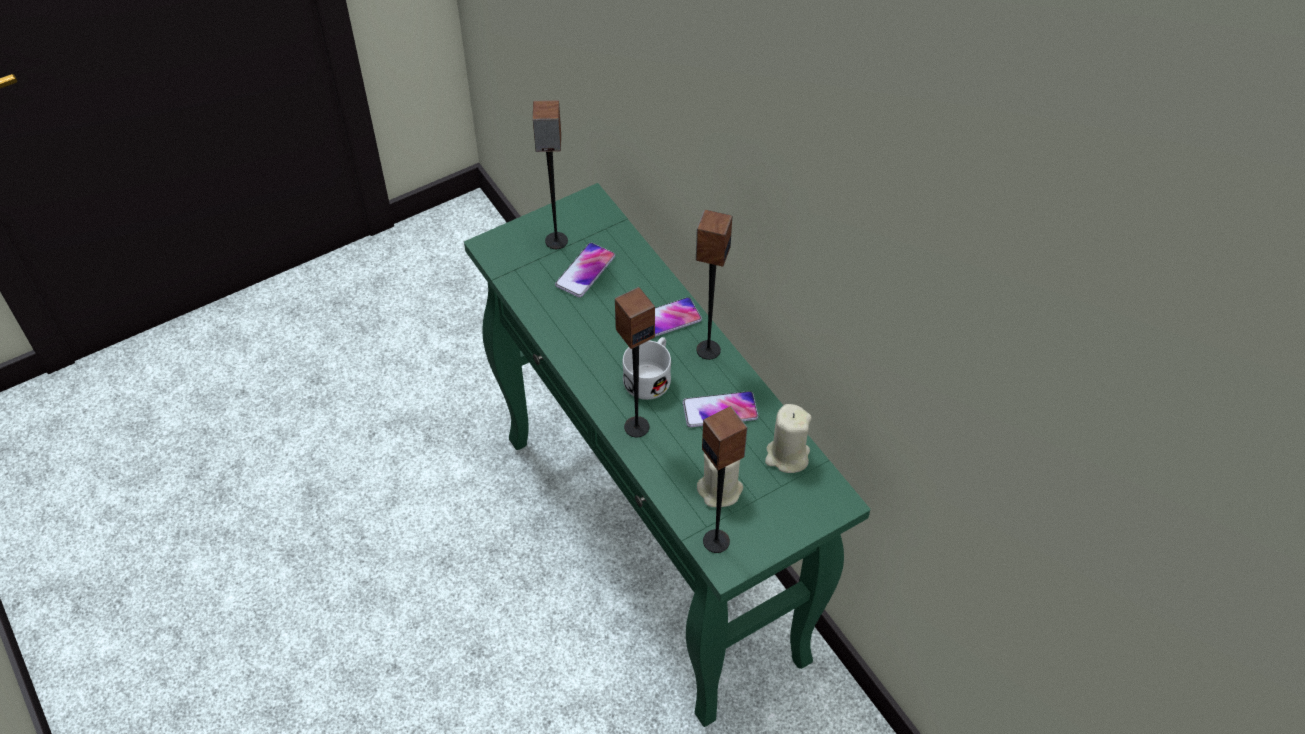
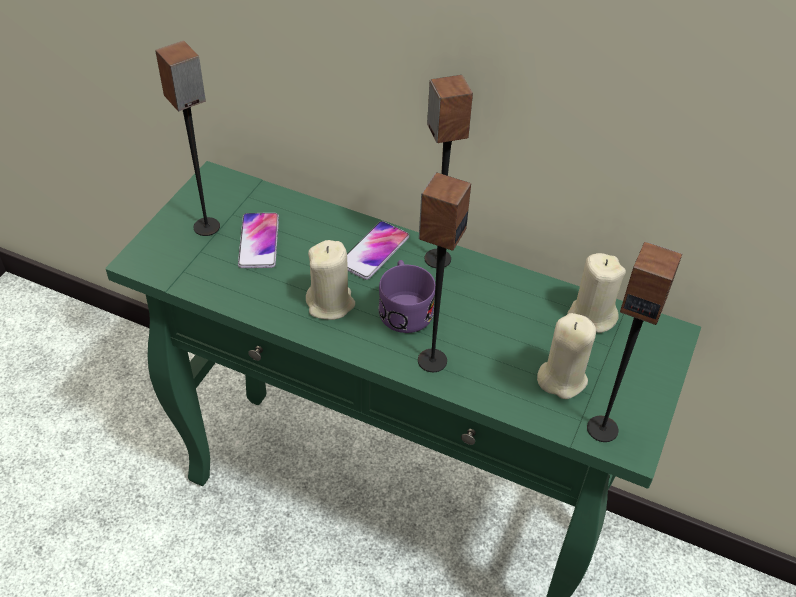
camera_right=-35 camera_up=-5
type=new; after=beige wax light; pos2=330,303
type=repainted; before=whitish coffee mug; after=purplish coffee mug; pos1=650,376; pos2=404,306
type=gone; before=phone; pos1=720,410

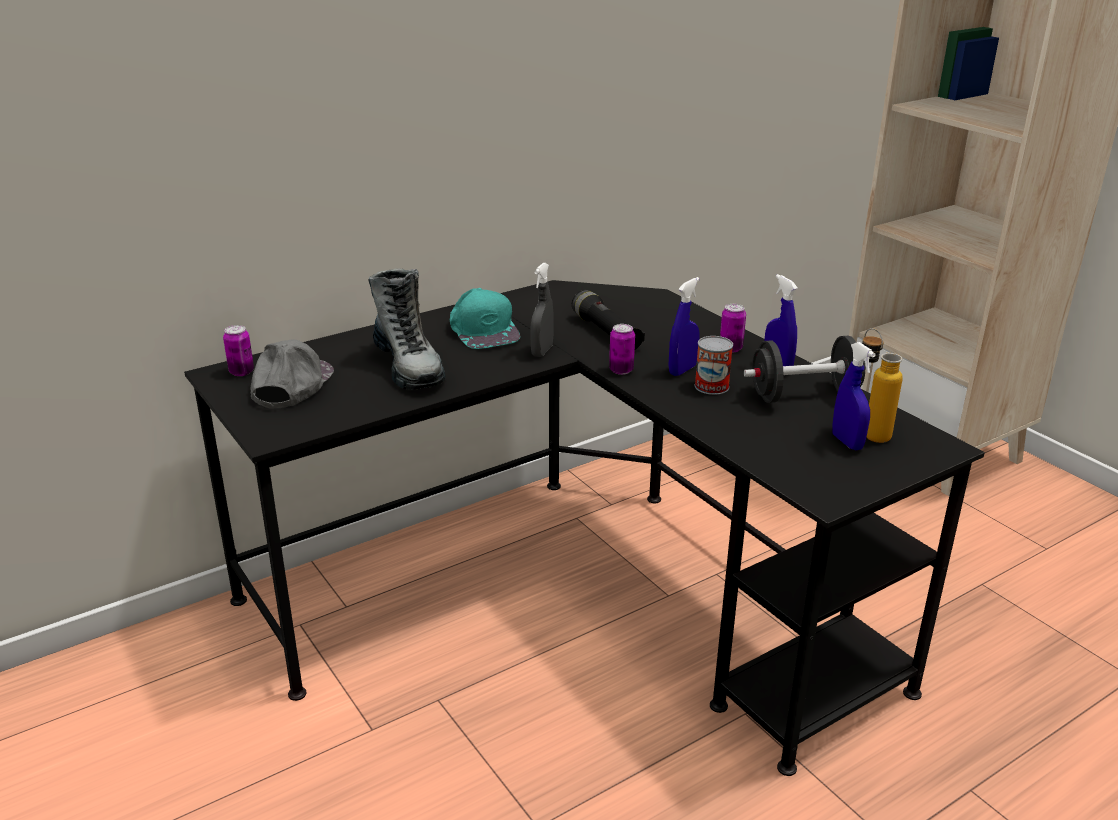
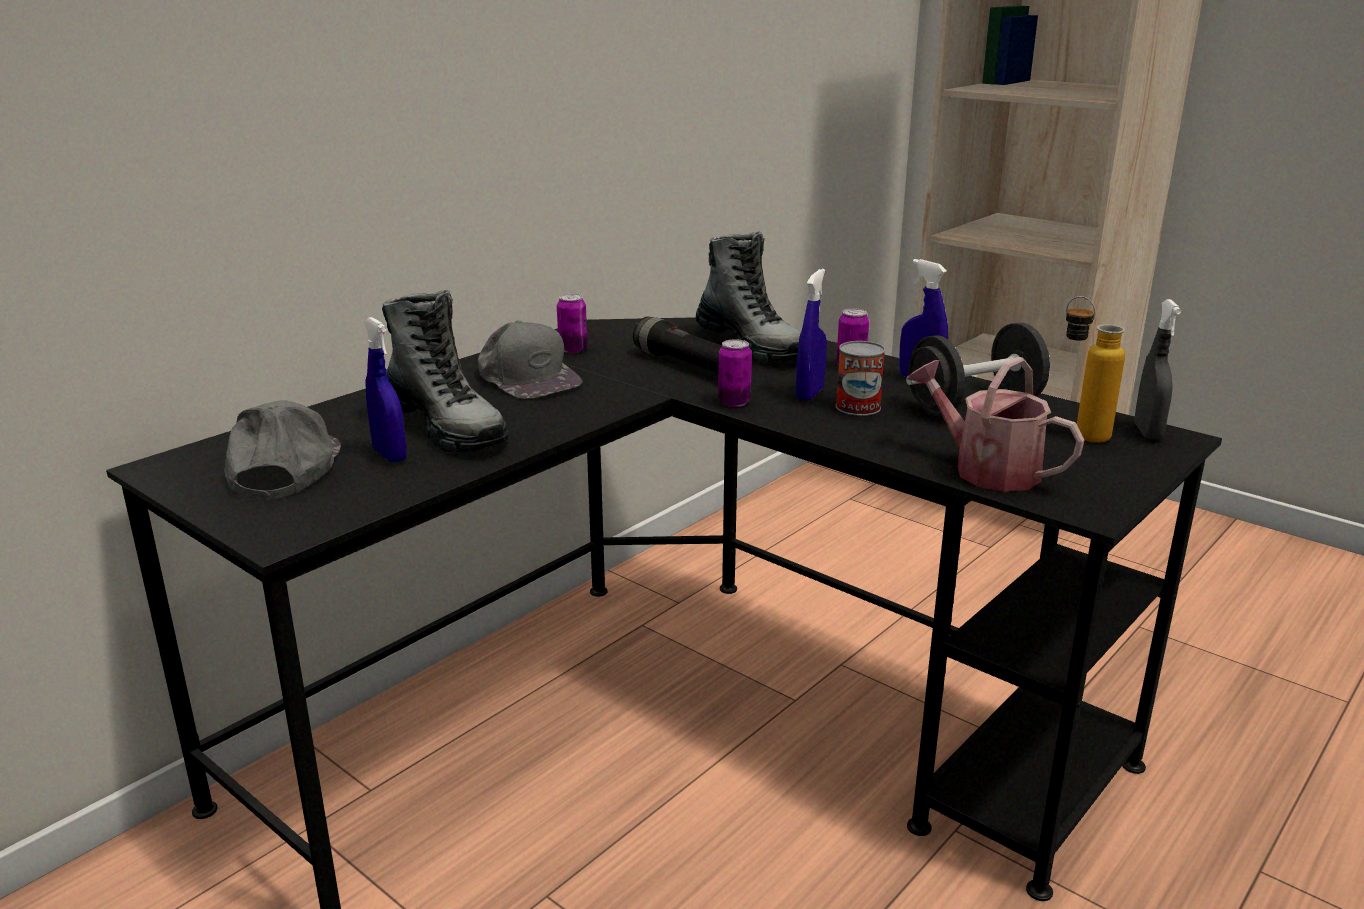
camera_right=-15 camera_up=-5
type=shifted; before=blue hand sprayer; pos1=847,442; pos2=390,455
type=repainted; before=blue-green baseball cap; after=greyish baseball cap; pos1=484,330; pos2=527,378
type=shifted; before=sealed can; pos1=241,372; pos2=573,349
type=new; after=boot; pos2=751,345
type=new; after=watering can; pos2=986,469
type=shifted; before=greyish hand sprayer; pos1=542,351; pos2=1147,432

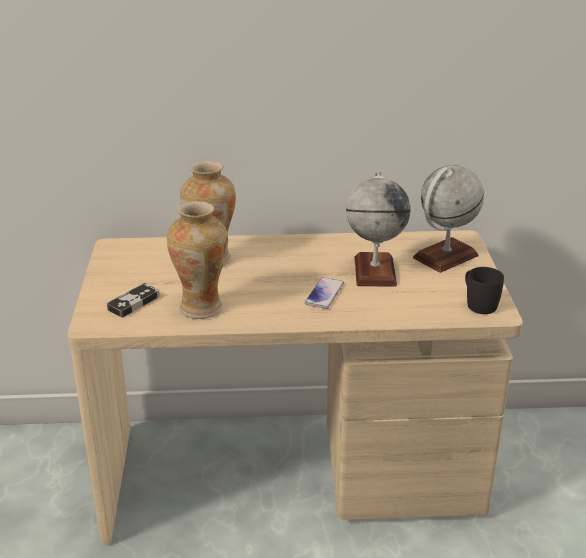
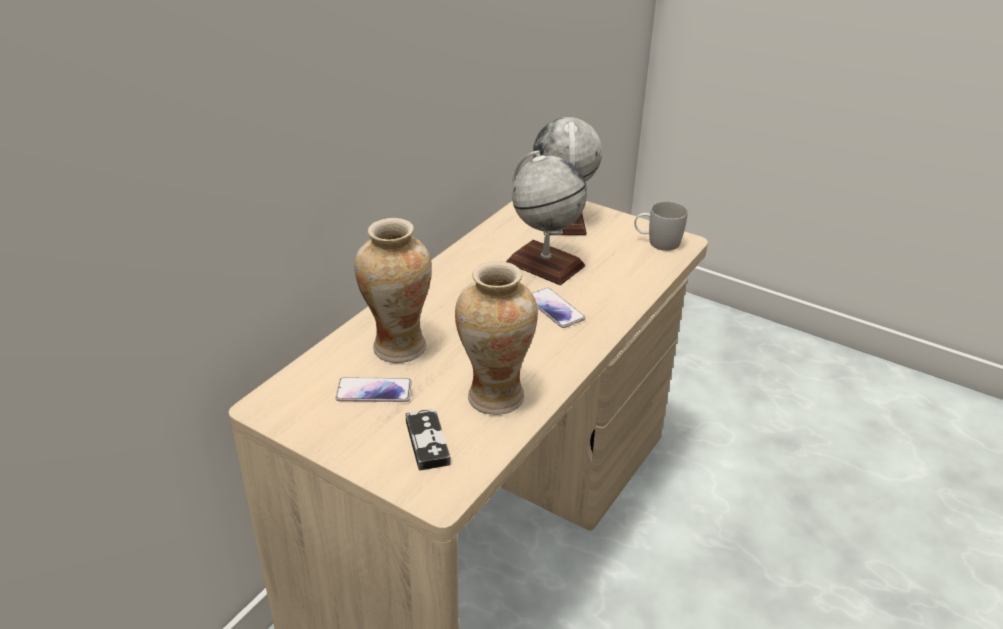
camera_right=-55 camera_up=5
type=new; after=phone; pos2=374,391
type=repainted; before=blackish coffee mug; after=whitish coffee mug; pos1=478,303; pos2=657,242

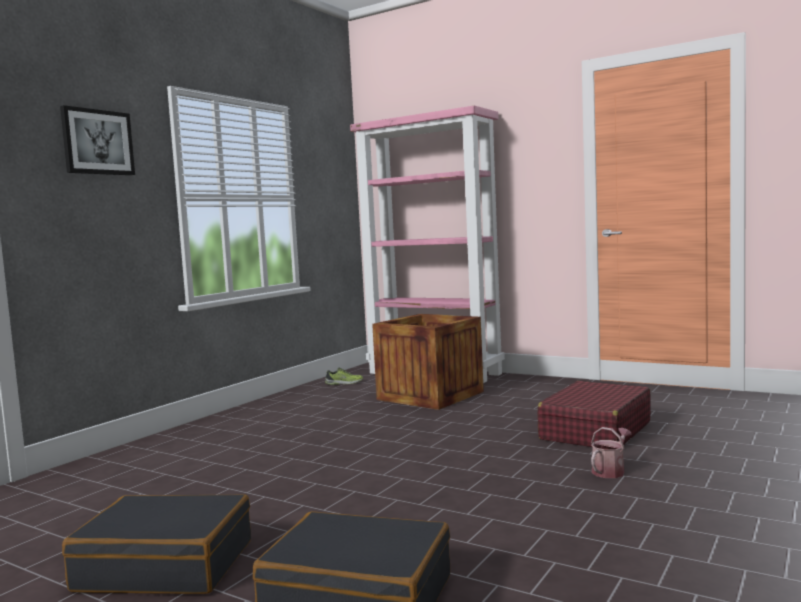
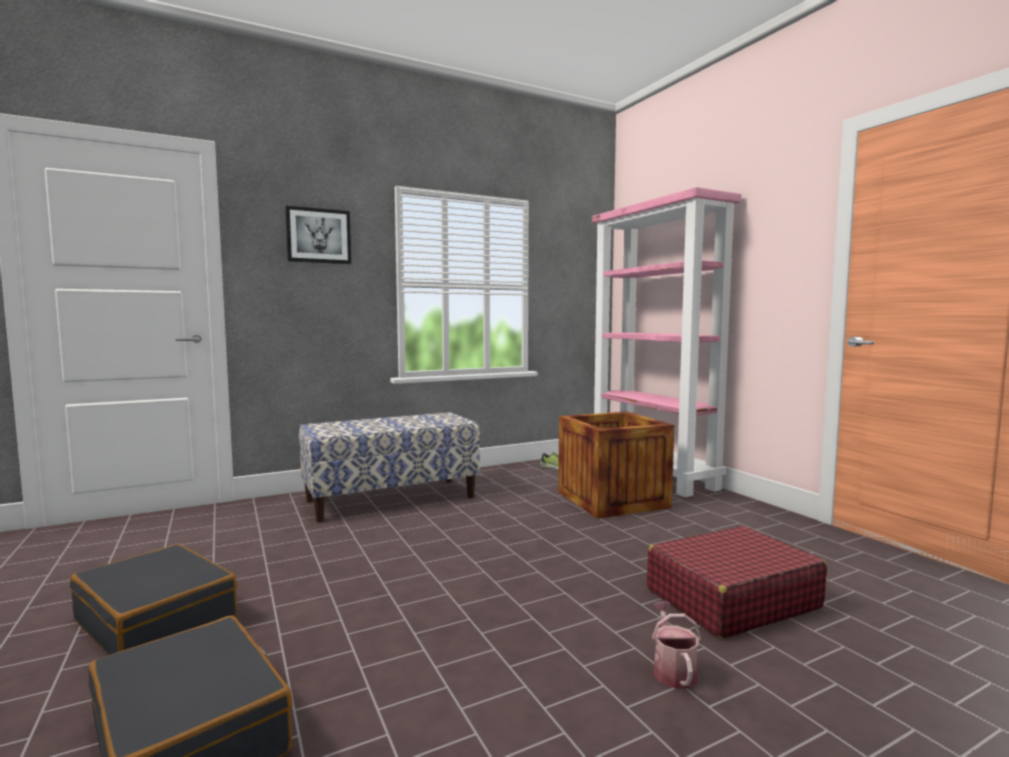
camera_right=30 camera_up=0
type=new; after=indoor bench; pos2=391,498
type=rotated; before=watering can; pos1=610,471; pos2=672,669; turn=-75

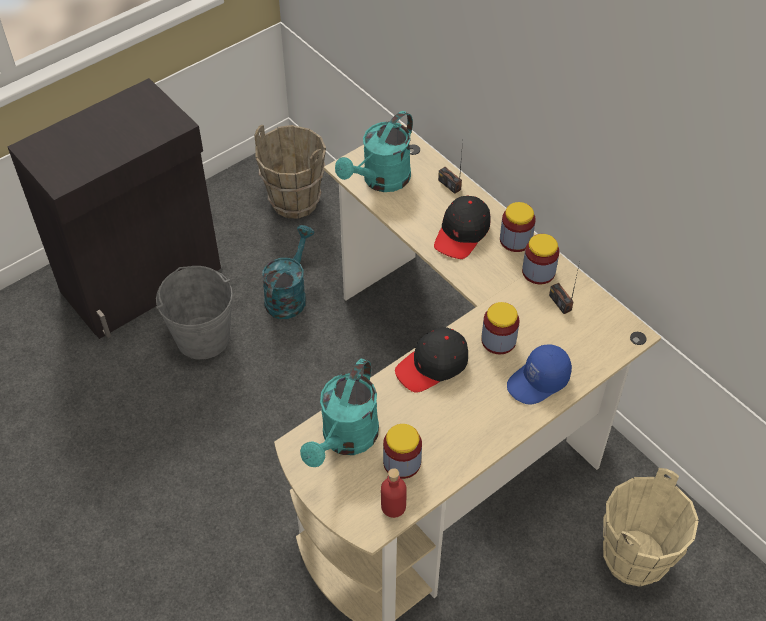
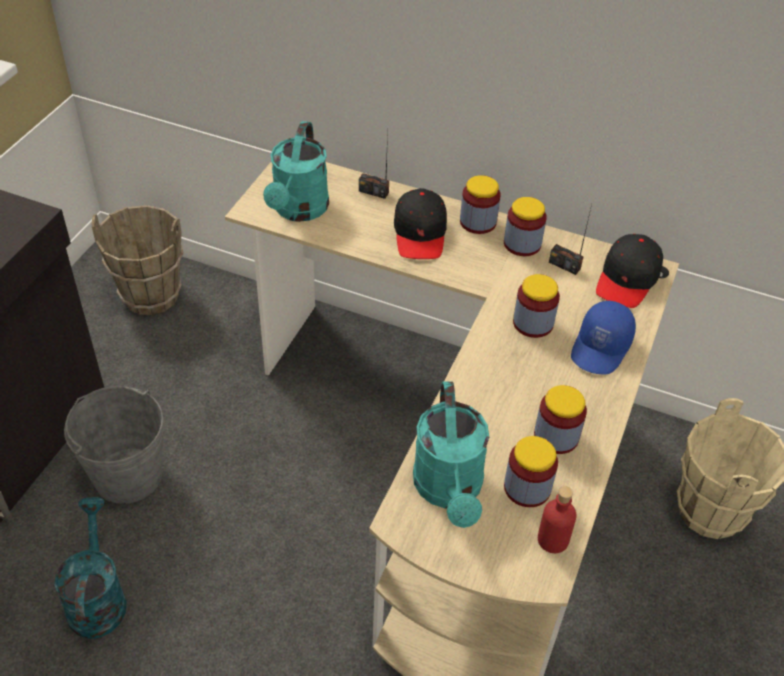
camera_right=-30 camera_up=-5
type=shifted; before=blue-green watering can; pos1=288,295; pos2=97,597
type=new; after=storage jar; pos2=556,436
type=shifted; before=blackish baseball cap; pos1=432,365; pos2=627,279

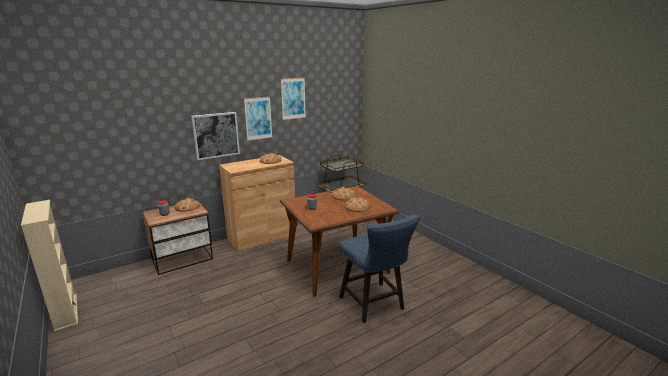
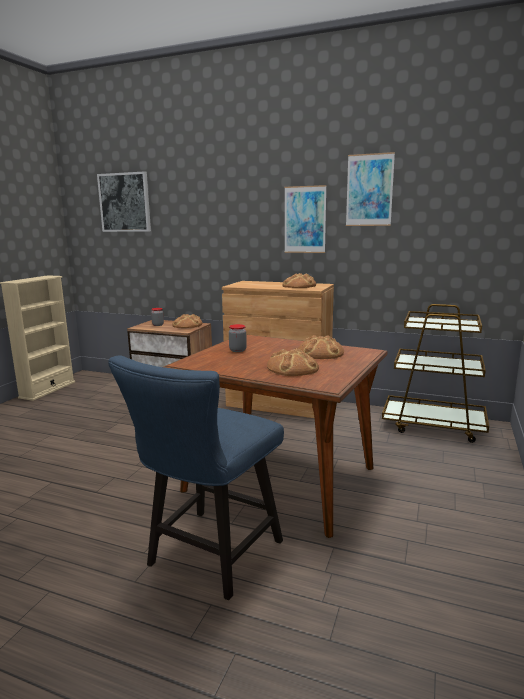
camera_right=55 camera_up=-5
type=shifted; before=wall picture; pos1=216,135; pos2=125,202

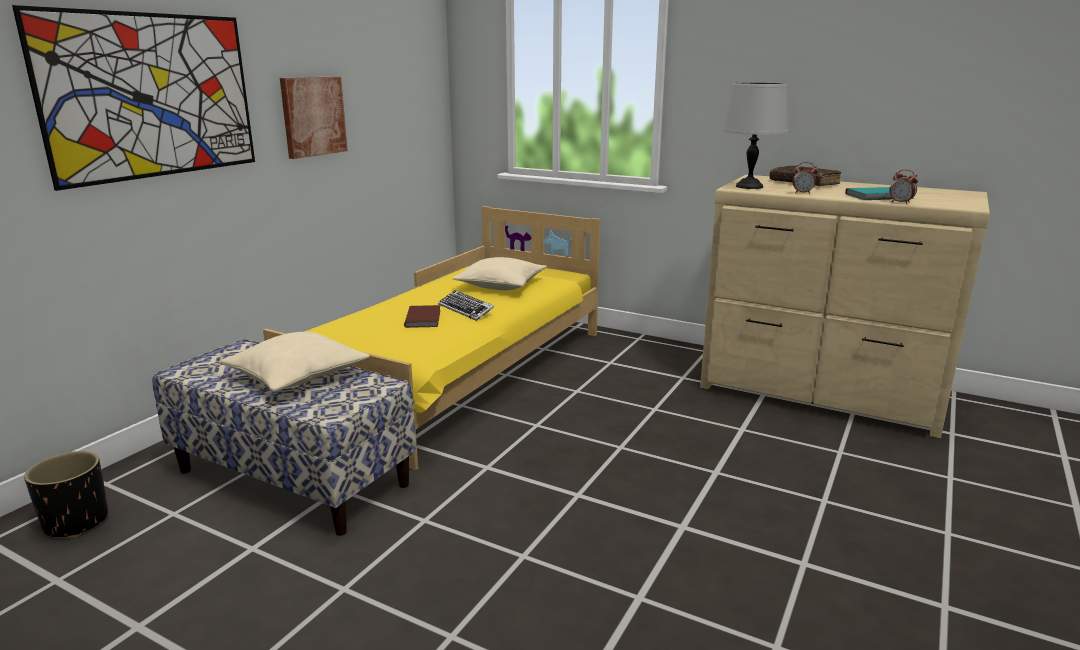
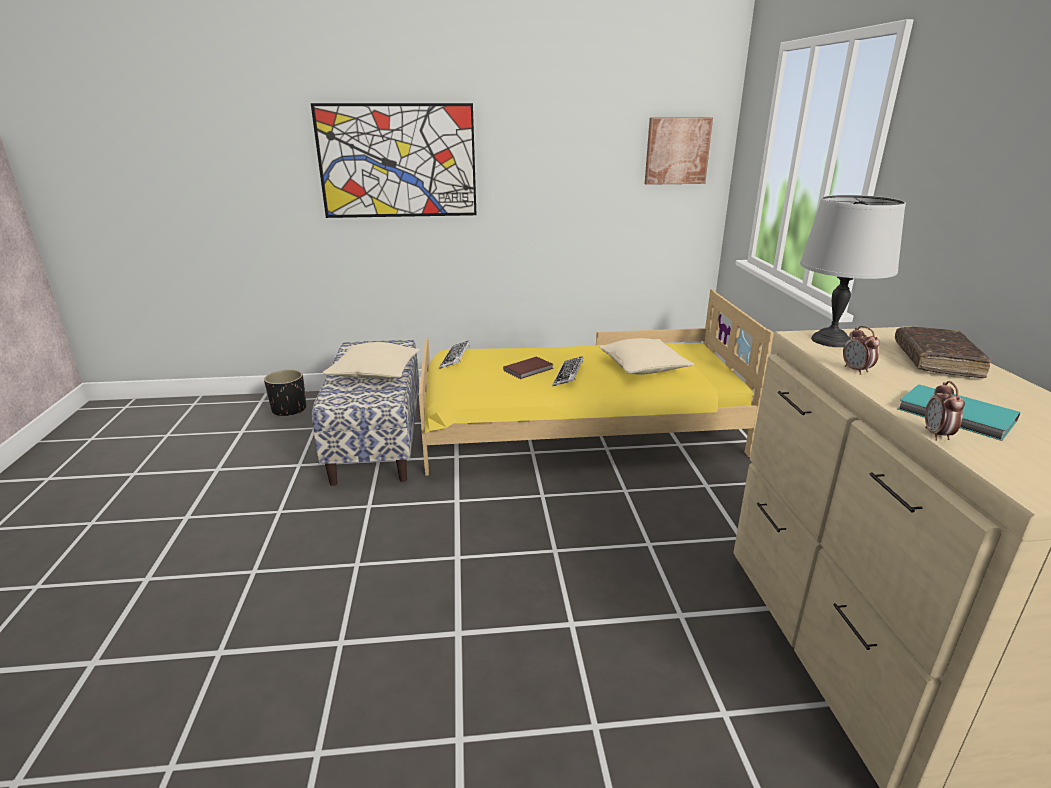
camera_right=55 camera_up=5
type=new; after=keyboard; pos2=455,358
type=shifted; before=wall picture; pos1=313,116; pos2=677,151

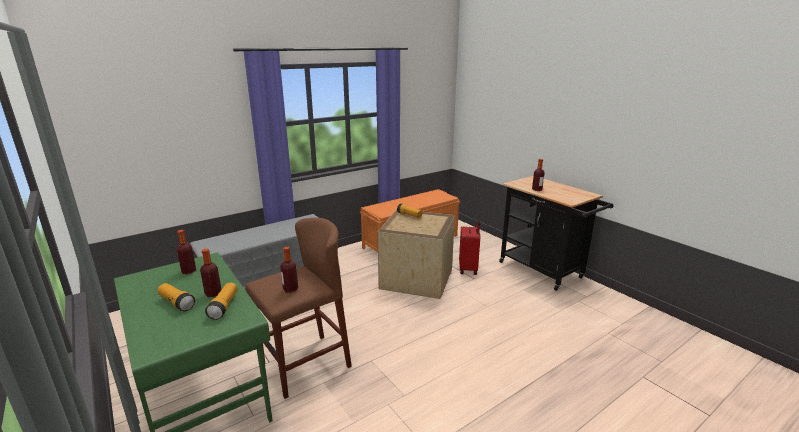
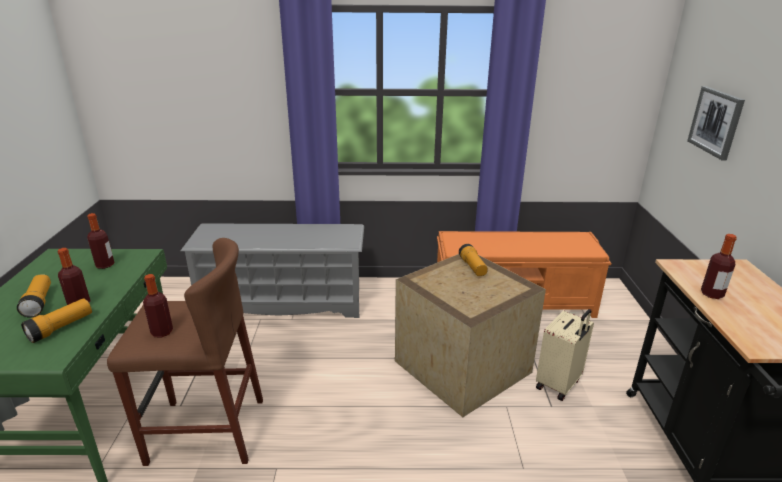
camera_right=35 camera_up=5
type=repainted; before=red suitcase; after=beige suitcase; pos1=468,269; pos2=559,384
type=new; after=wall picture; pos2=716,122

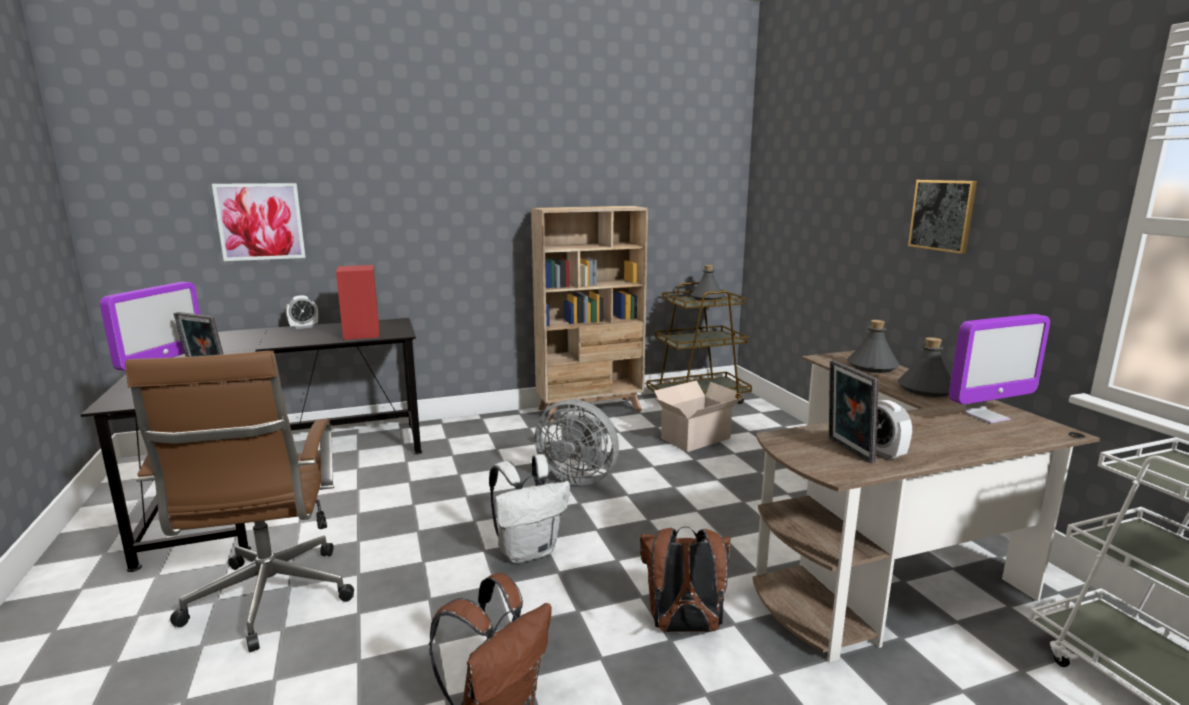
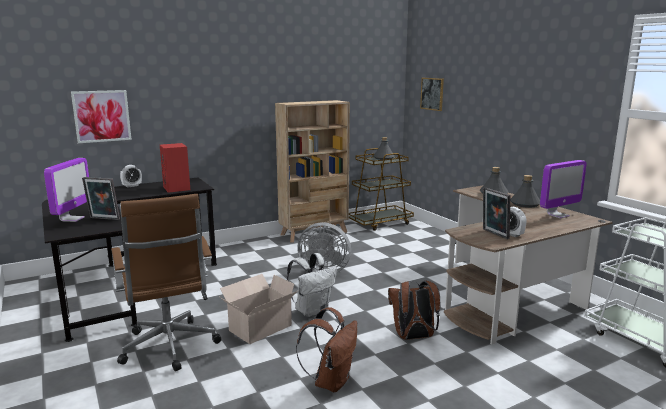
camera_right=-10 camera_up=0
type=shifted; before=cardboard box; pos1=693,439; pos2=258,328
type=shifted; before=wall picture; pos1=942,215; pos2=432,94

